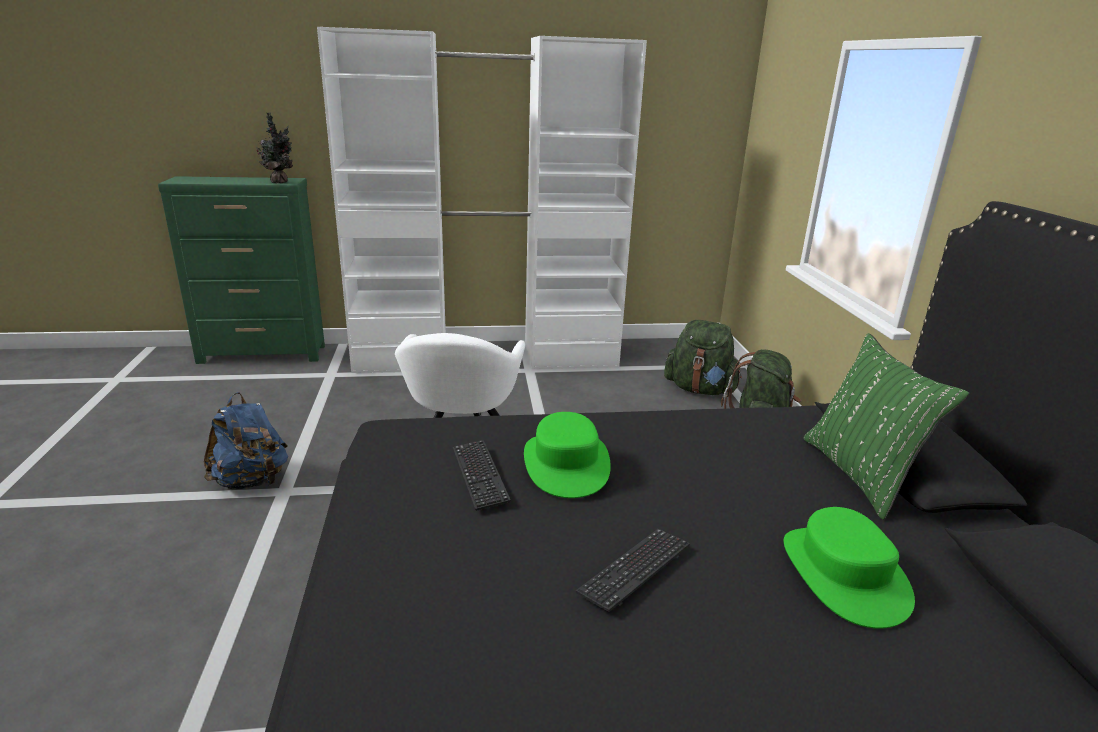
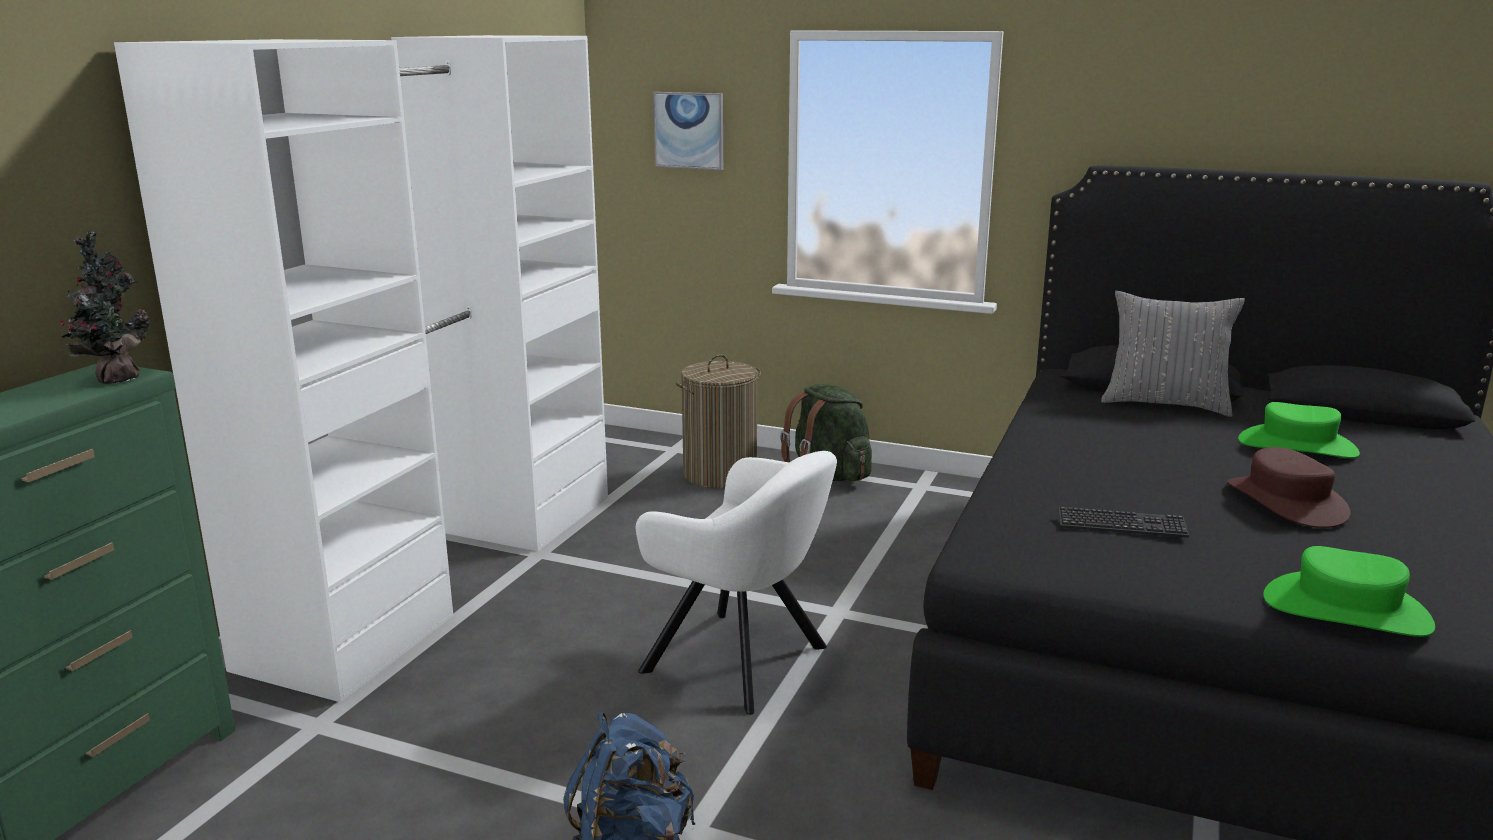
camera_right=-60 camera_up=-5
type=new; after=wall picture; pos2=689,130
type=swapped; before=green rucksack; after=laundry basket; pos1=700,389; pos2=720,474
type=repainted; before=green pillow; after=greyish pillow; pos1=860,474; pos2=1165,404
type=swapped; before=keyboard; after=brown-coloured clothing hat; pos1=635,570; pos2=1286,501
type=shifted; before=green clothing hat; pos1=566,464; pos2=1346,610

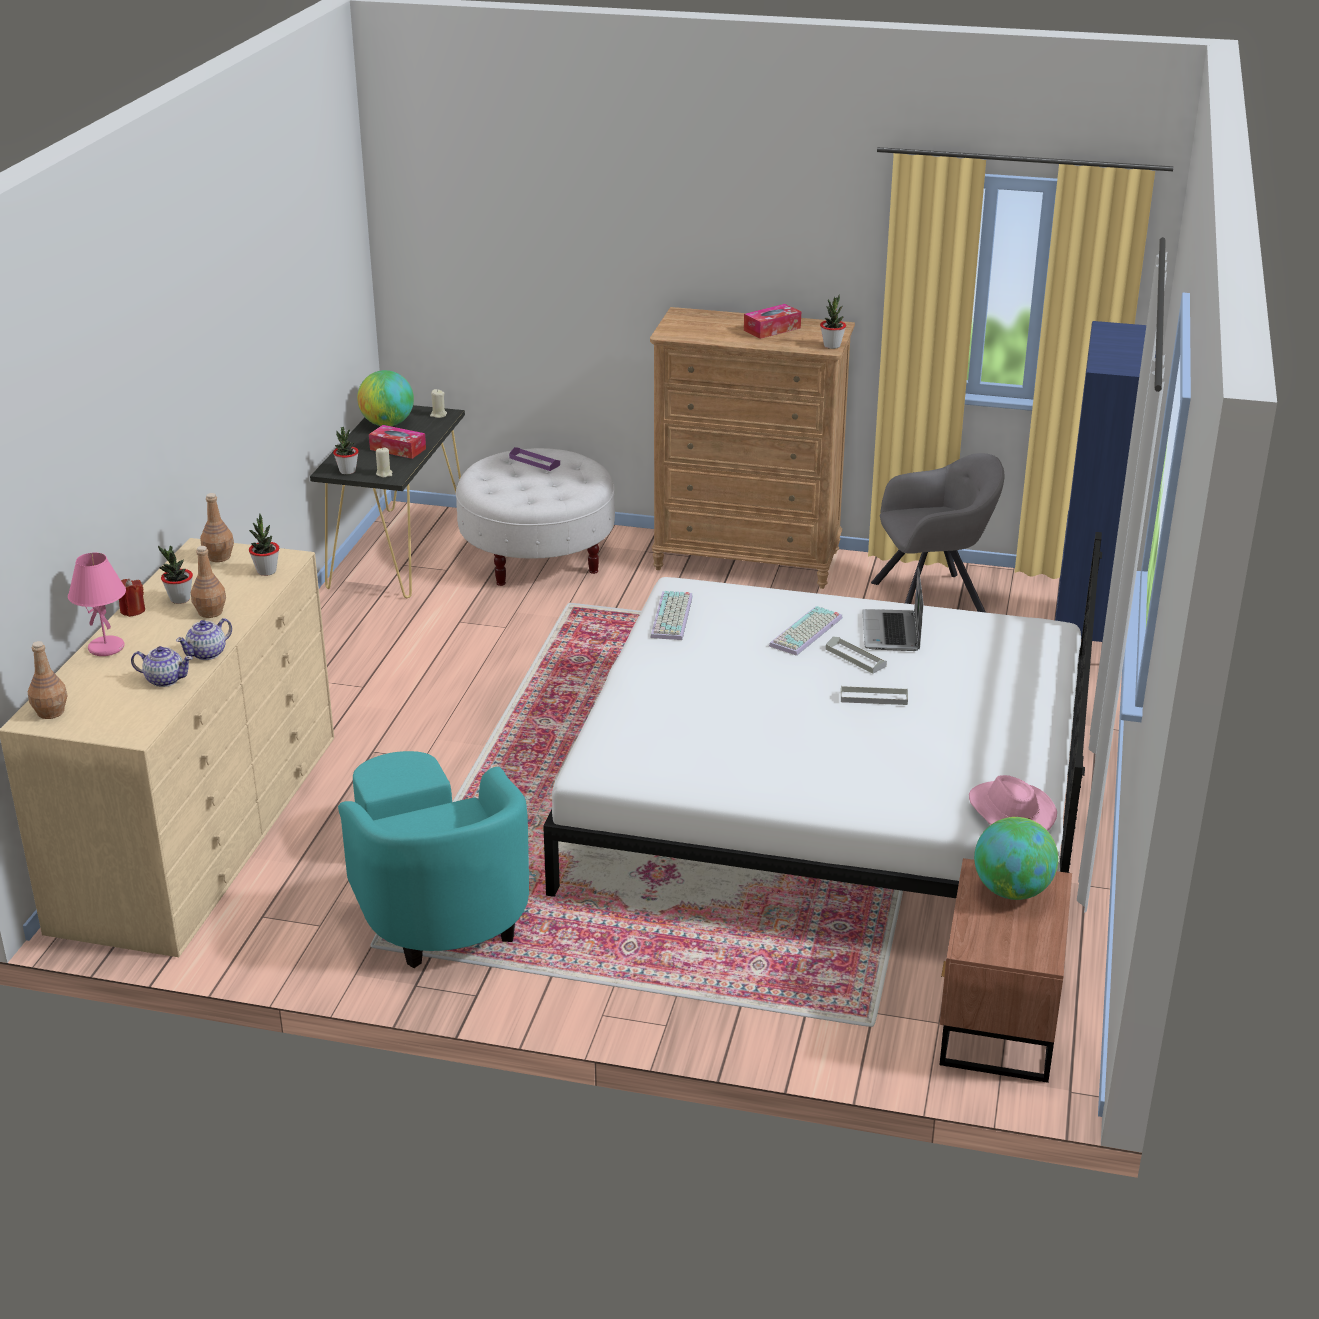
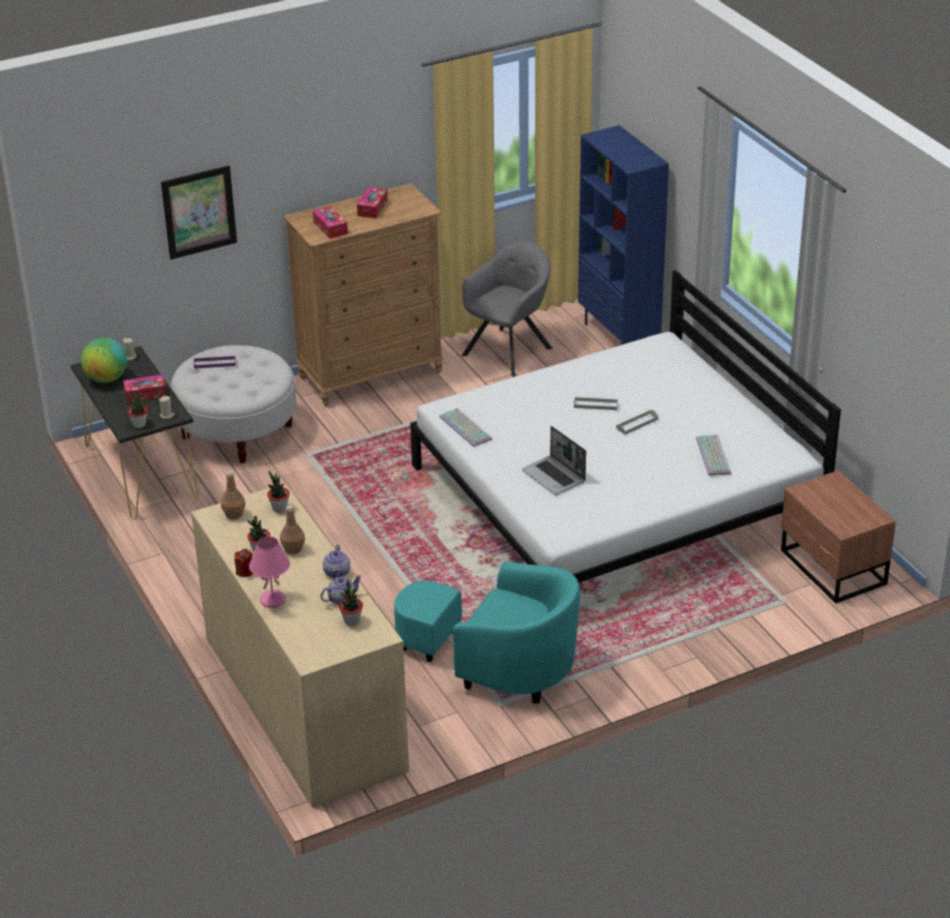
camera_right=-40 camera_up=5
type=new; after=wall picture; pos2=199,212
type=new; after=tissue holder; pos2=330,228
type=shifted; before=potted plant; pos1=832,345; pos2=351,621
type=shifted; before=portable computer; pos1=892,633; pos2=554,476
type=shifted; before=keyboard; pos1=807,633; pos2=714,456
type=gone; before=brown-coloured bottle; pos1=50,712
type=gone; before=pink clothing hat; pos1=1009,812
type=gone; before=world globe; pos1=1012,891

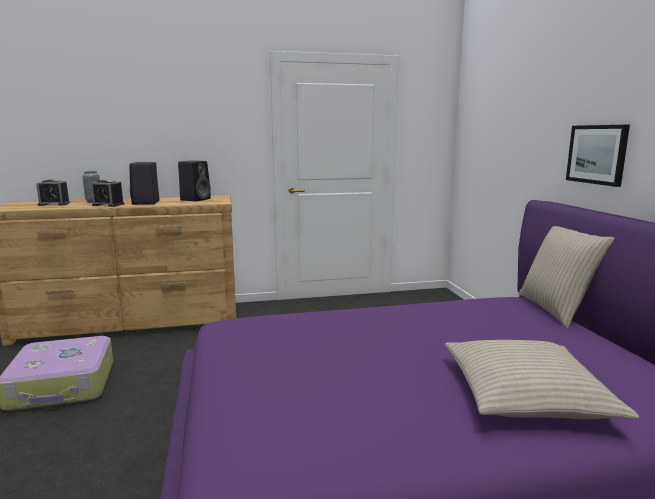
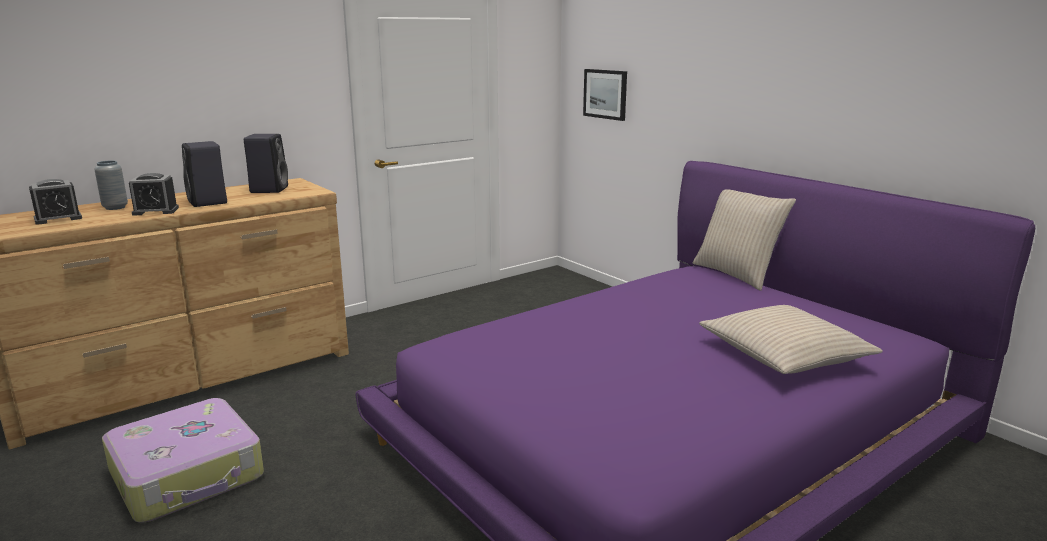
camera_right=-25 camera_up=5
type=shifted; before=wall picture; pos1=597,154; pos2=605,94

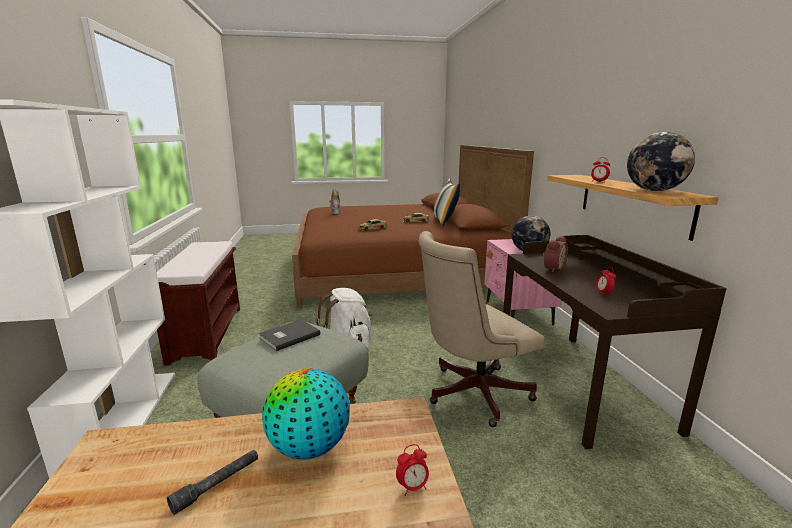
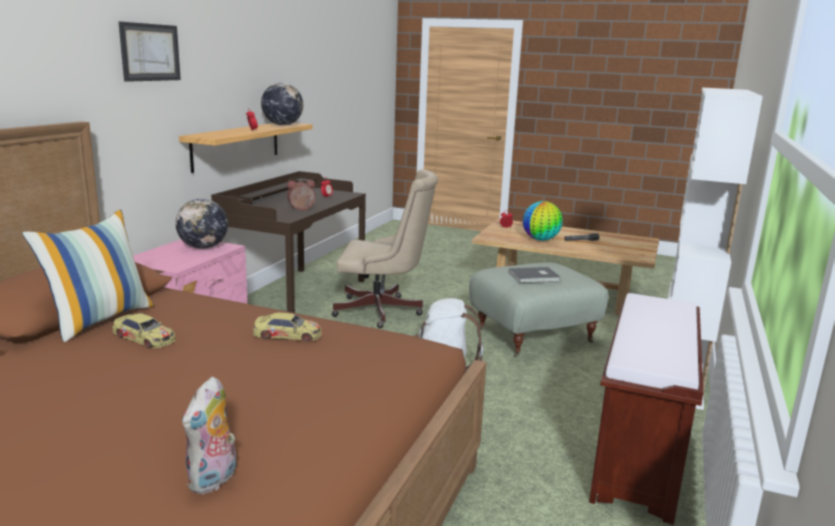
camera_right=-150 camera_up=0
type=new; after=wall picture; pos2=150,52

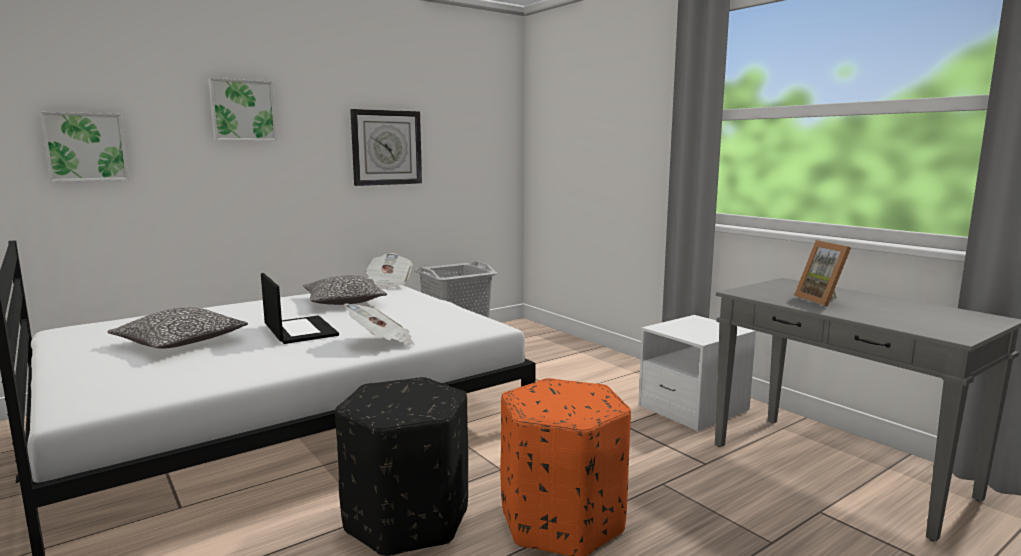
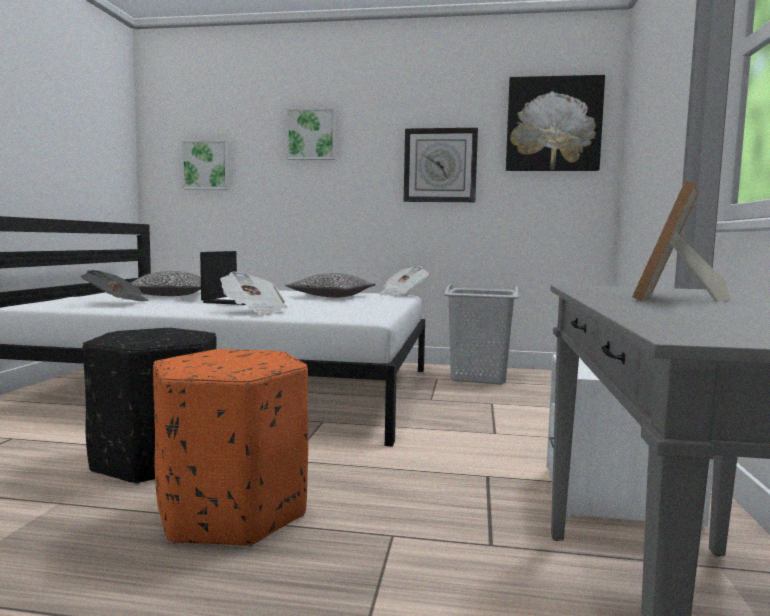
camera_right=45 camera_up=-5
type=new; after=newspaper; pos2=118,303
type=new; after=wall picture; pos2=553,124

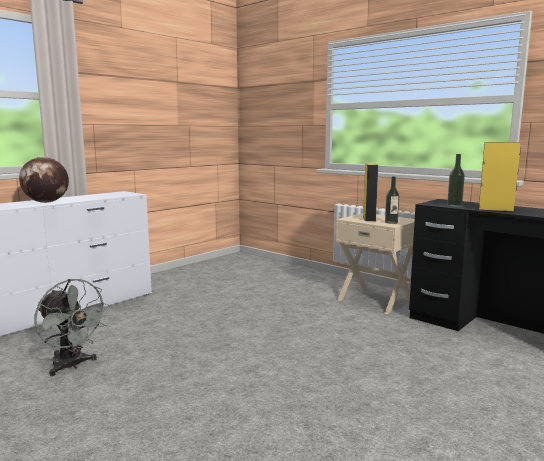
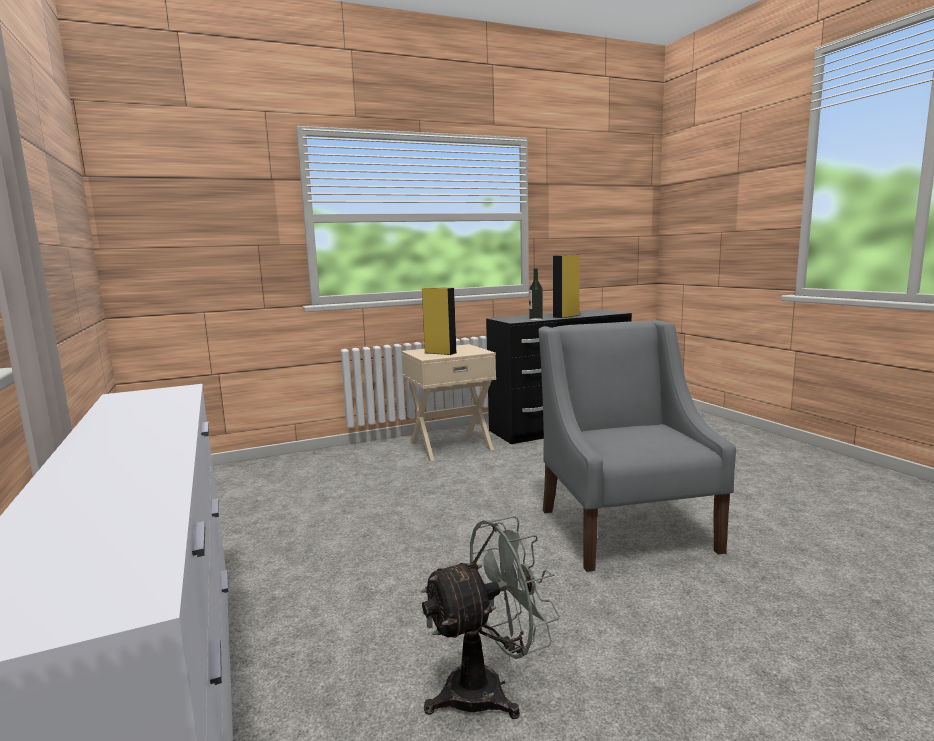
camera_right=-65 camera_up=0
type=new; after=greyish easy chair; pos2=626,528
type=gone; before=world globe; pos1=46,202
type=gone; before=bottle; pos1=391,222

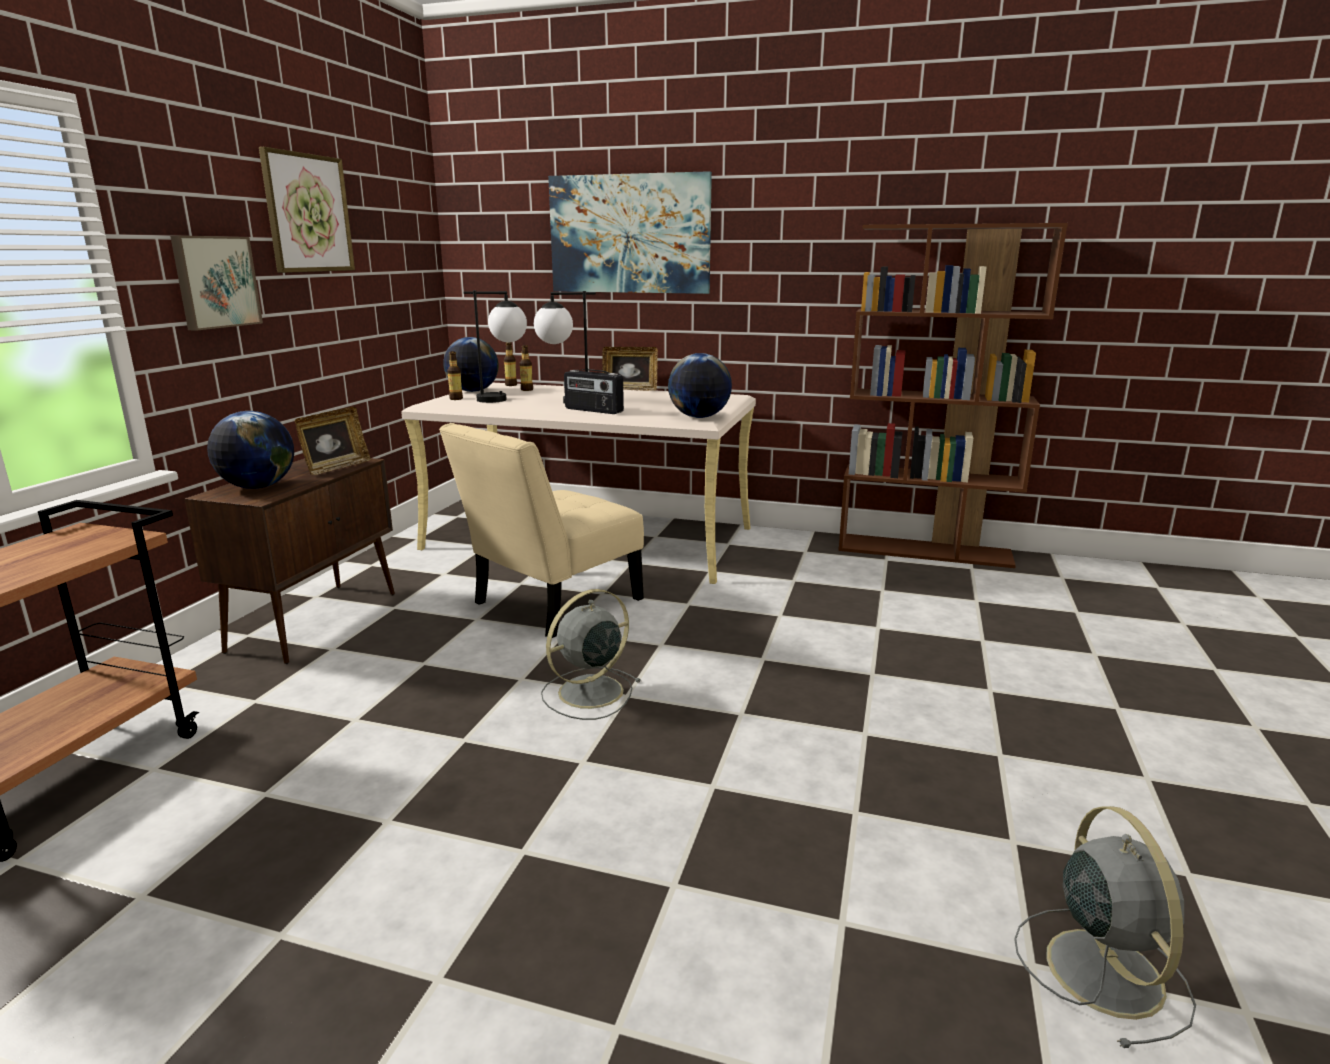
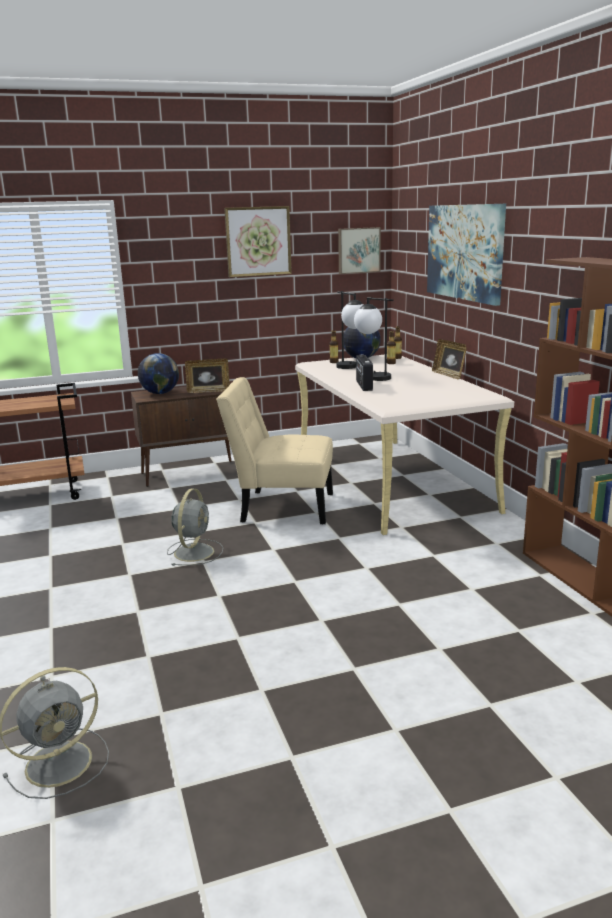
camera_right=55 camera_up=0
type=rotated; before=greyish fan; pos1=588,693; pos2=195,552; turn=90
type=shifted; before=wall picture; pos1=215,282; pos2=358,250
type=gone; before=world globe; pos1=699,417

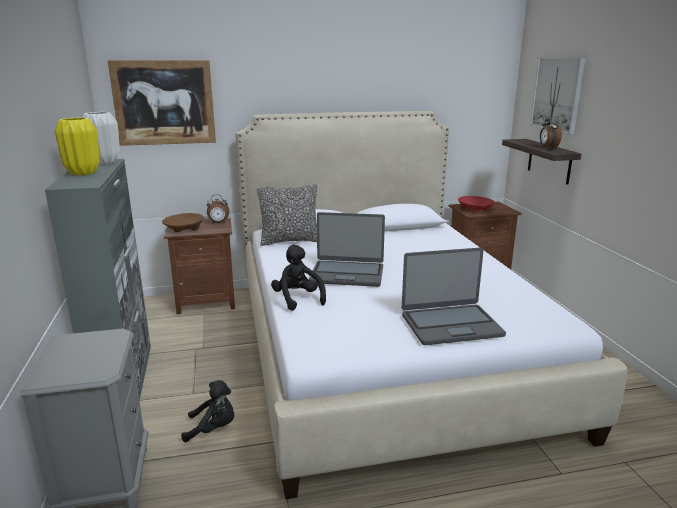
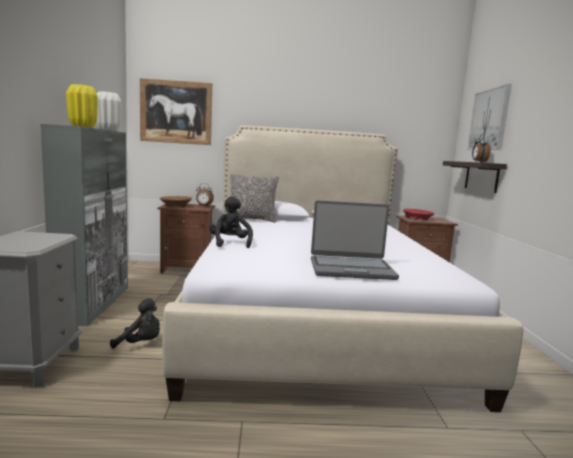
camera_right=10 camera_up=-10
type=gone; before=portable computer; pos1=347,274

